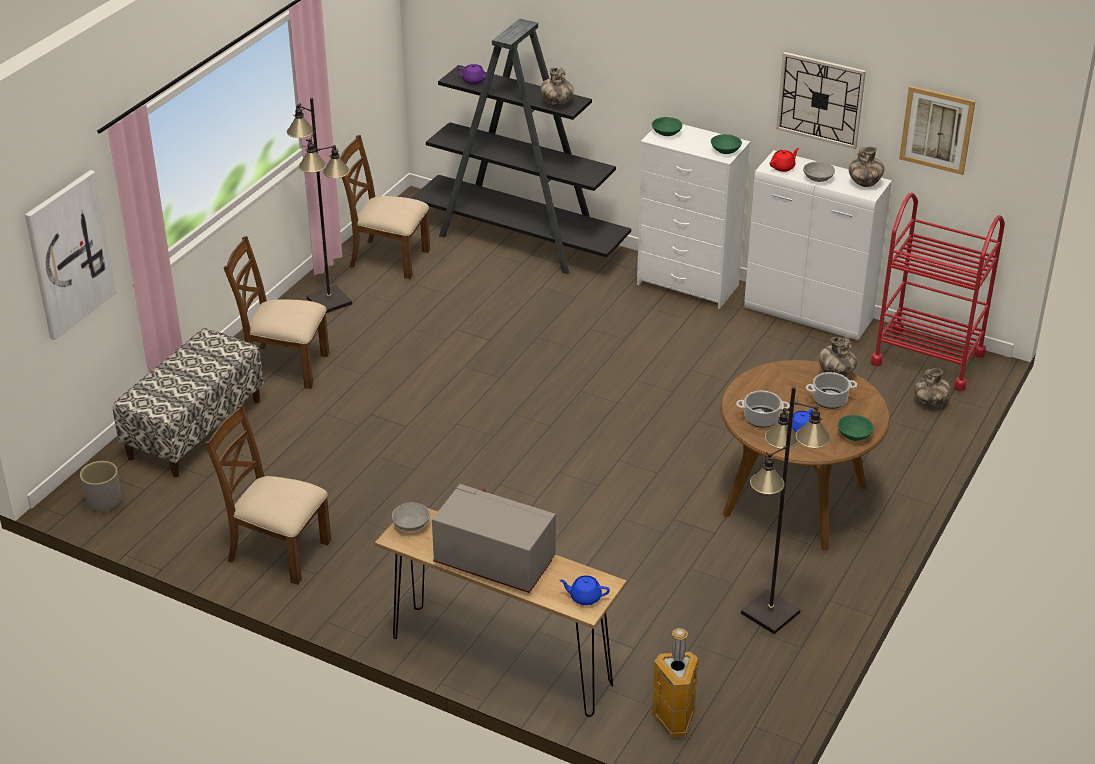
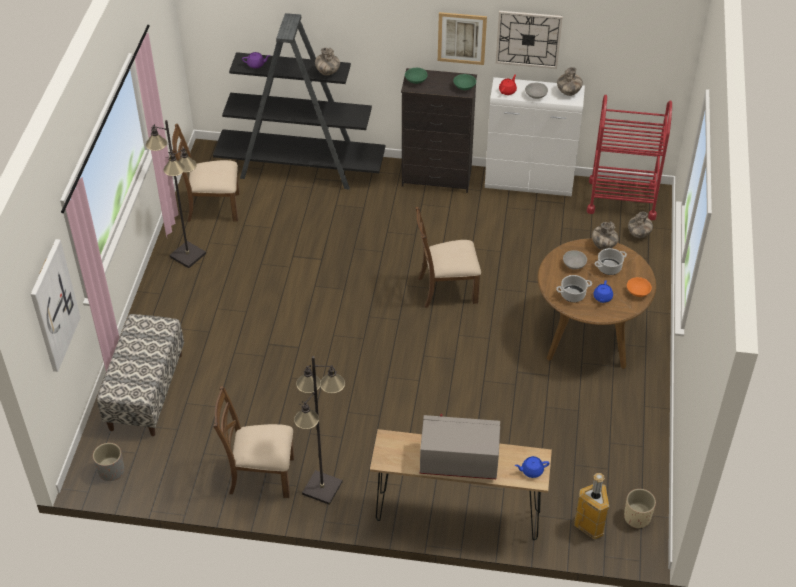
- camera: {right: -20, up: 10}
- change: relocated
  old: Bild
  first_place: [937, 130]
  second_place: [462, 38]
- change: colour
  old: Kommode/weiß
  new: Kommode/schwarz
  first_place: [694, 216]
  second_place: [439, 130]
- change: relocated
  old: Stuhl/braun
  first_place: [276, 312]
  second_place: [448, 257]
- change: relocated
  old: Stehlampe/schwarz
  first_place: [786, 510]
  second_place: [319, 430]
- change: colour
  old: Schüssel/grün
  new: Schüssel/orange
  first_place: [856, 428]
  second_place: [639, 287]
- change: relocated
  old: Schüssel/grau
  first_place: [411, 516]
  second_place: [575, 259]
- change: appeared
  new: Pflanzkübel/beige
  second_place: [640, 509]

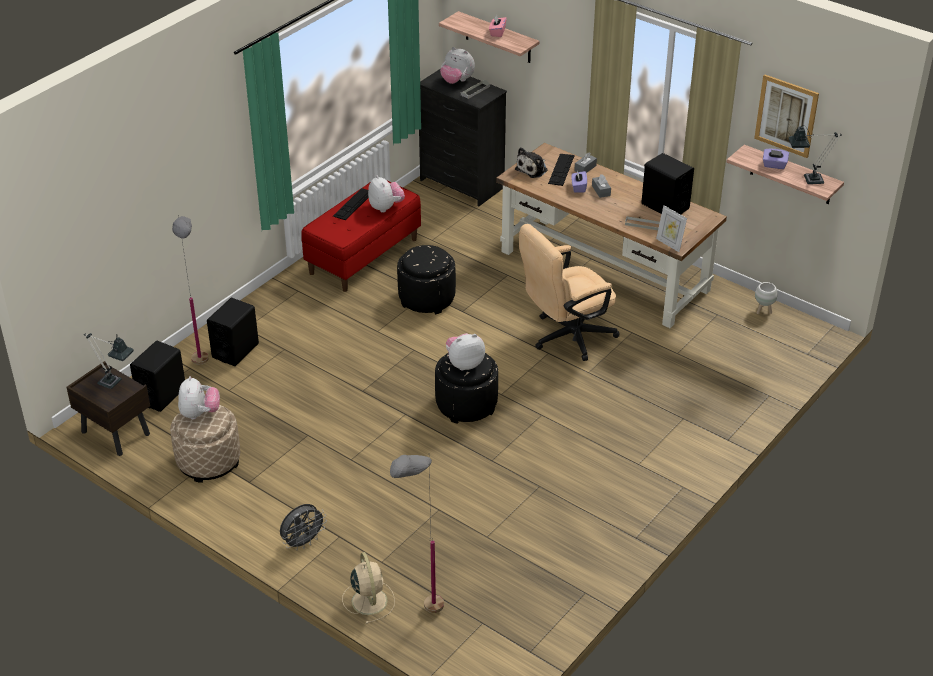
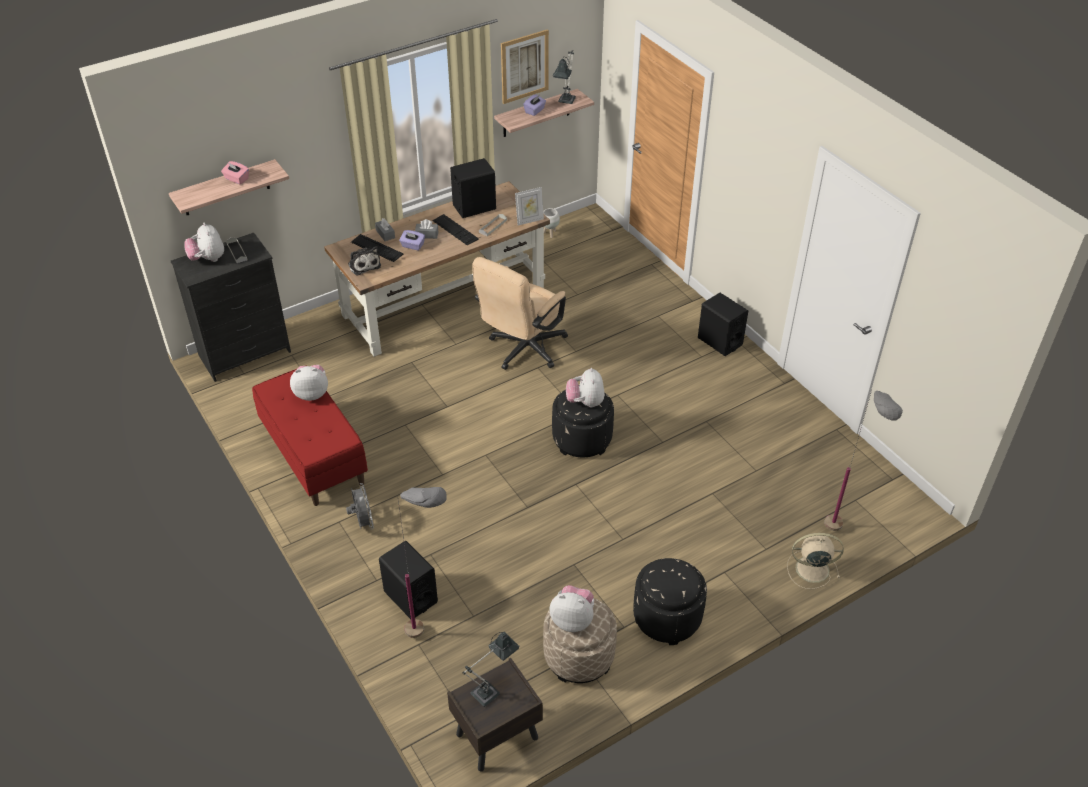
- camera: {right: -70, up: 5}
- change: spun
  old: Plüschtier
  first_place: [457, 65]
  second_place: [204, 242]
  degrees: 105
- change: relocated
  old: Tastatur
  first_place: [351, 204]
  second_place: [455, 229]
- change: spun
  old: Bürostuhl/beige
  first_place: [569, 292]
  second_place: [520, 313]
  degrees: 45
- change: relocated
  old: Polsterhocker/schwarz
  first_place: [426, 280]
  second_place: [670, 601]
- change: relocated
  old: Lautsprecher/schwarz
  first_place: [157, 376]
  second_place: [723, 324]
- change: relocated
  old: Ventilator/grau
  first_place: [303, 527]
  second_place: [360, 506]

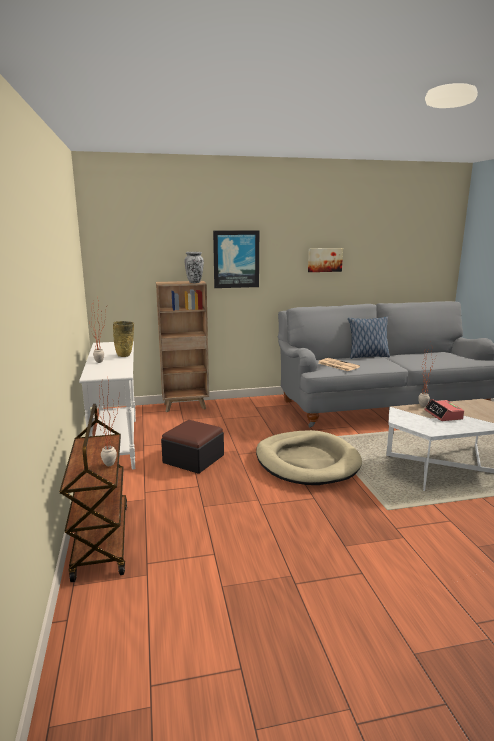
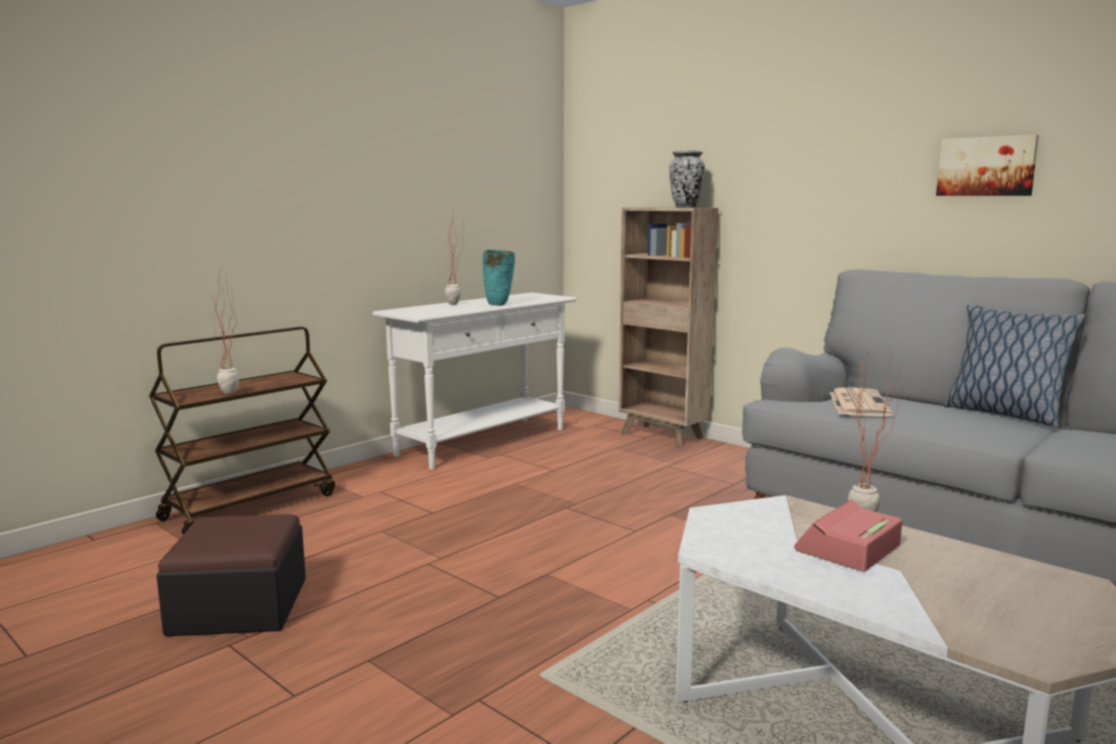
- camera: {right: 55, up: -5}
- change: missing
  old: Bild
  first_place: [236, 259]
- change: colour
  old: Vase/beige
  new: Vase/türkis
  first_place: [123, 339]
  second_place: [499, 278]
- change: relocated
  old: Polsterhocker
  first_place: [192, 447]
  second_place: [231, 575]
- change: missing
  old: Hundebett/beige
  first_place: [309, 457]

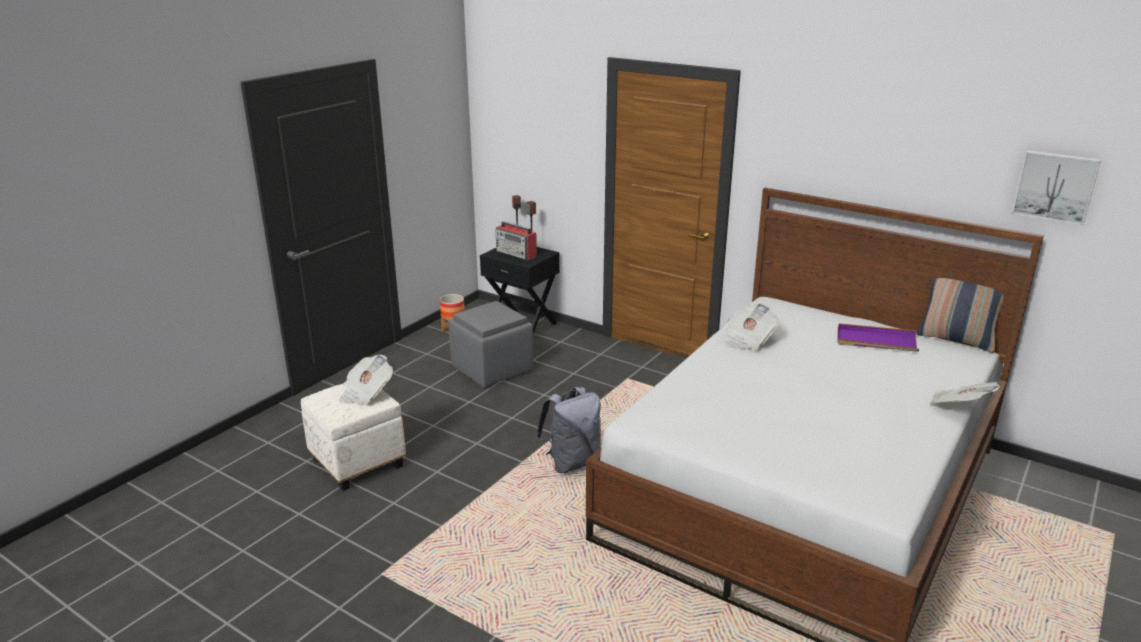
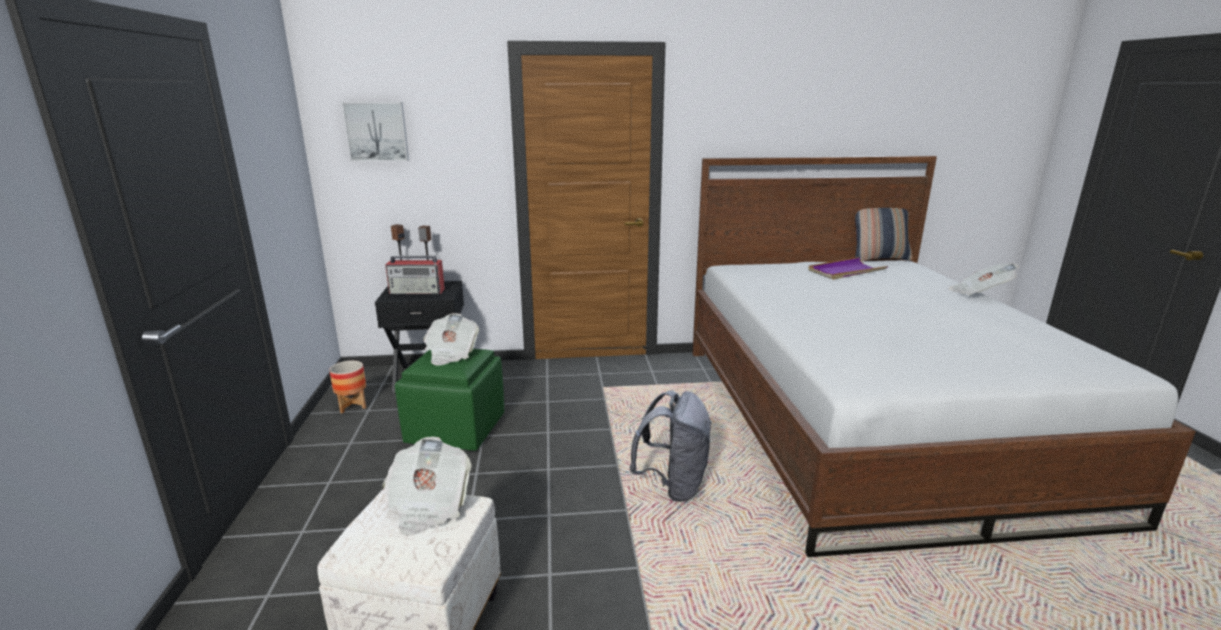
- camera: {right: -40, up: -5}
- change: relocated
  old: Bild
  first_place: [1056, 188]
  second_place: [375, 132]
- change: colour
  old: Polsterhocker/grau
  new: Polsterhocker/grün
  first_place: [490, 344]
  second_place: [449, 400]
- change: relocated
  old: Zeitung
  first_place: [752, 326]
  second_place: [451, 339]

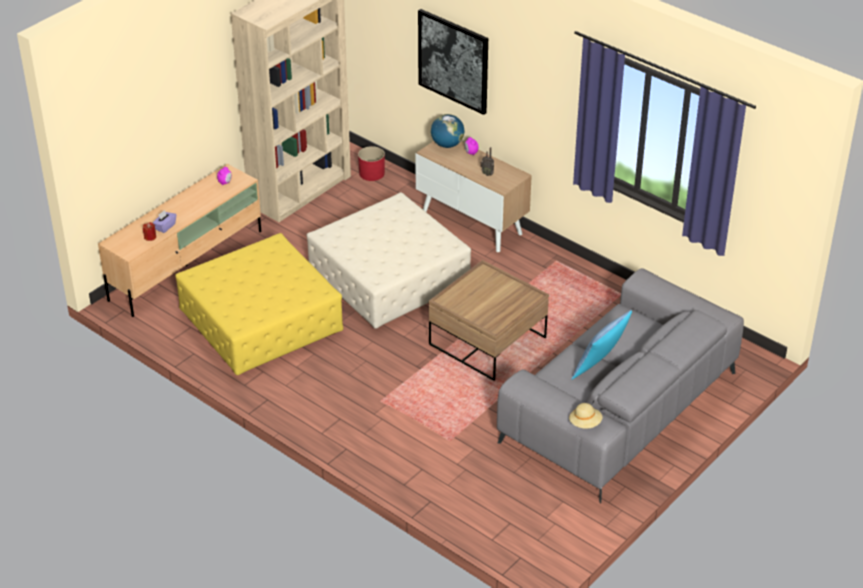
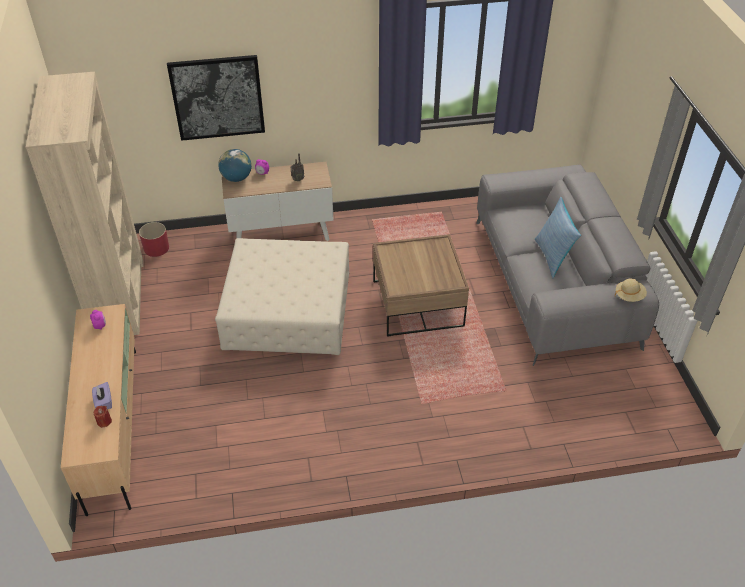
- camera: {right: -50, up: 5}
- change: missing
  old: Polsterhocker/gelb
  first_place: [259, 304]

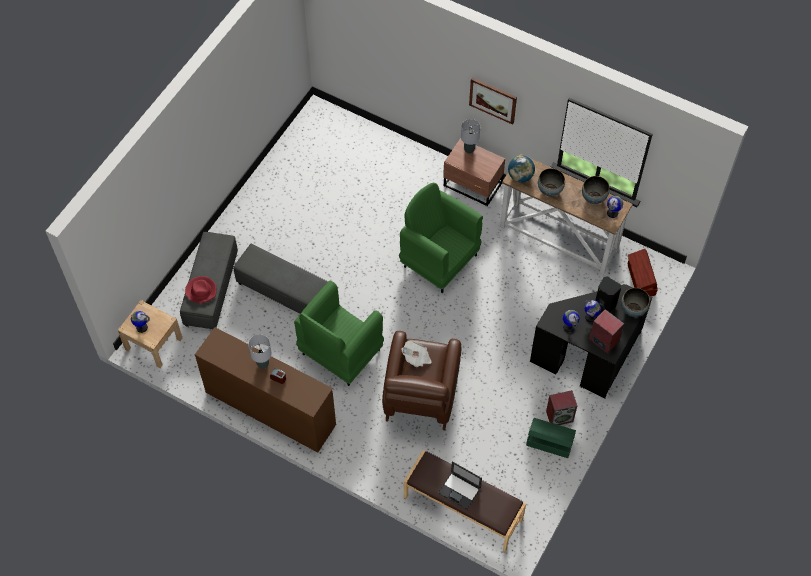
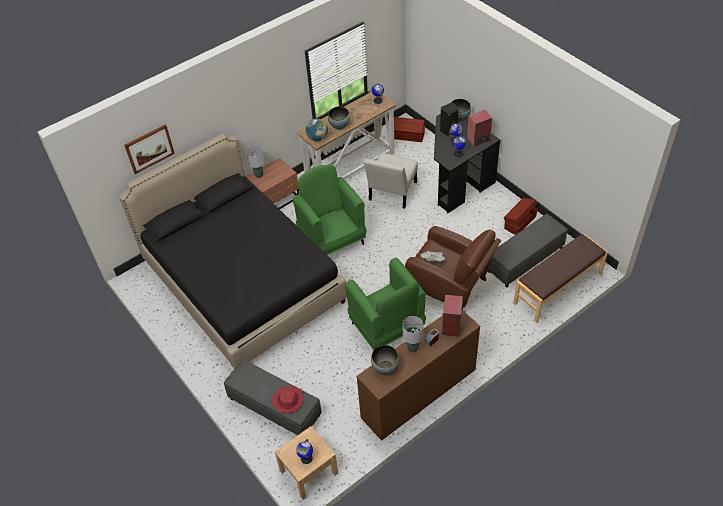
- camera: {right: -65, up: -10}
- change: relocated
  old: Bild
  first_place: [493, 101]
  second_place: [149, 149]
- change: relocated
  old: Schüssel
  first_place: [595, 190]
  second_place: [385, 360]
- change: spun
  old: Sessel/grün
  first_place: [441, 238]
  second_place: [329, 209]
  degrees: 90
- change: relocated
  old: Polsterhocker/grau
  first_place: [280, 278]
  second_place: [528, 250]
- change: relocated
  old: Lautsprecher
  first_place: [561, 407]
  second_place: [452, 316]
- change: colour
  old: Aufbewahrungsbox/grün
  new: Aufbewahrungsbox/braun
  first_place: [551, 438]
  second_place: [520, 216]
- change: missing
  old: Laptop
  first_place: [460, 485]
- change: appeared
  new: Bett/schwarz
  second_place: [233, 251]
- change: appeared
  new: Stuhl/weiß
  second_place: [391, 181]

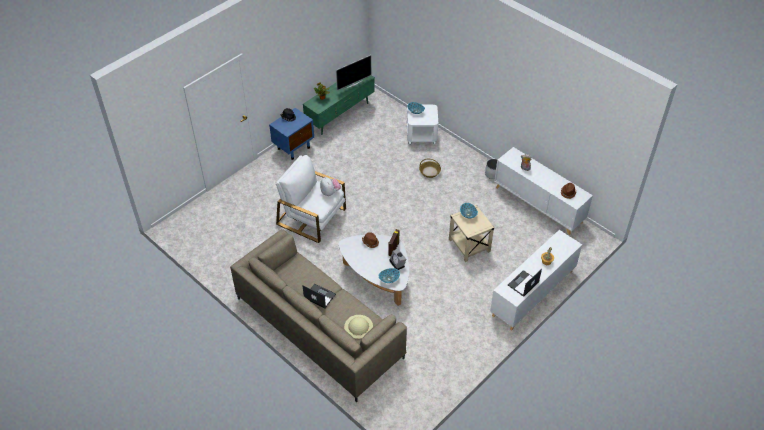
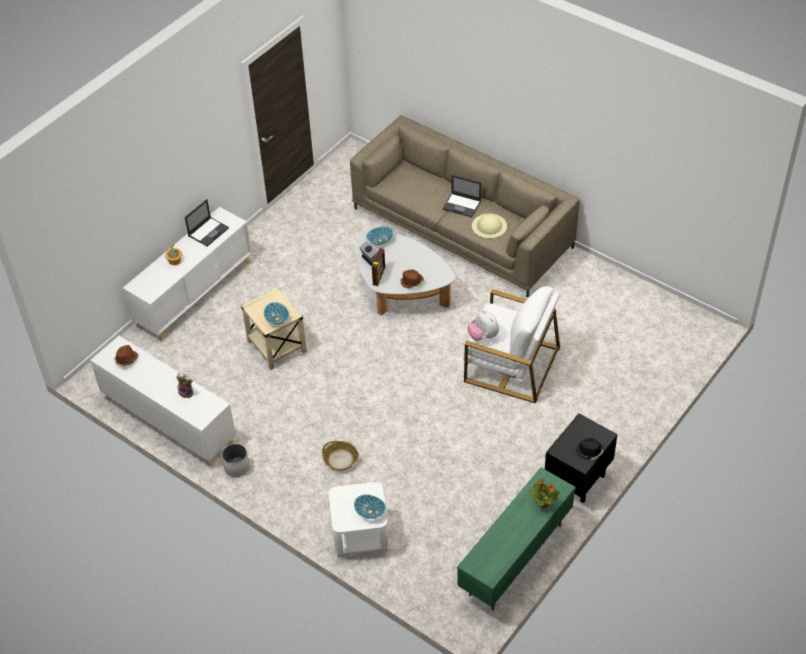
- camera: {right: 175, up: 0}
- change: missing
  old: Fernseher
  first_place: [354, 72]
- change: colour
  old: Nachttisch/blau
  new: Nachttisch/schwarz
  first_place: [291, 134]
  second_place: [581, 458]
- change: relocated
  old: Hut/beige
  first_place: [358, 327]
  second_place: [489, 226]

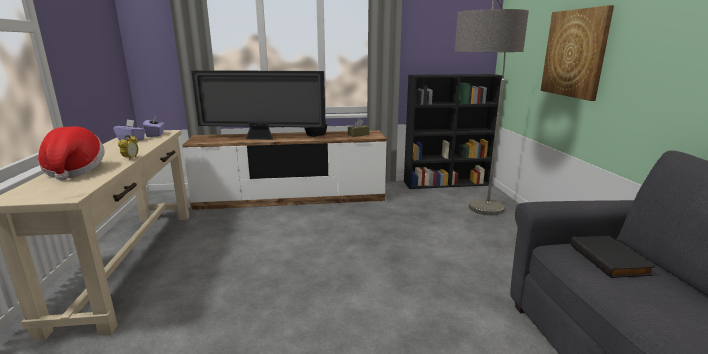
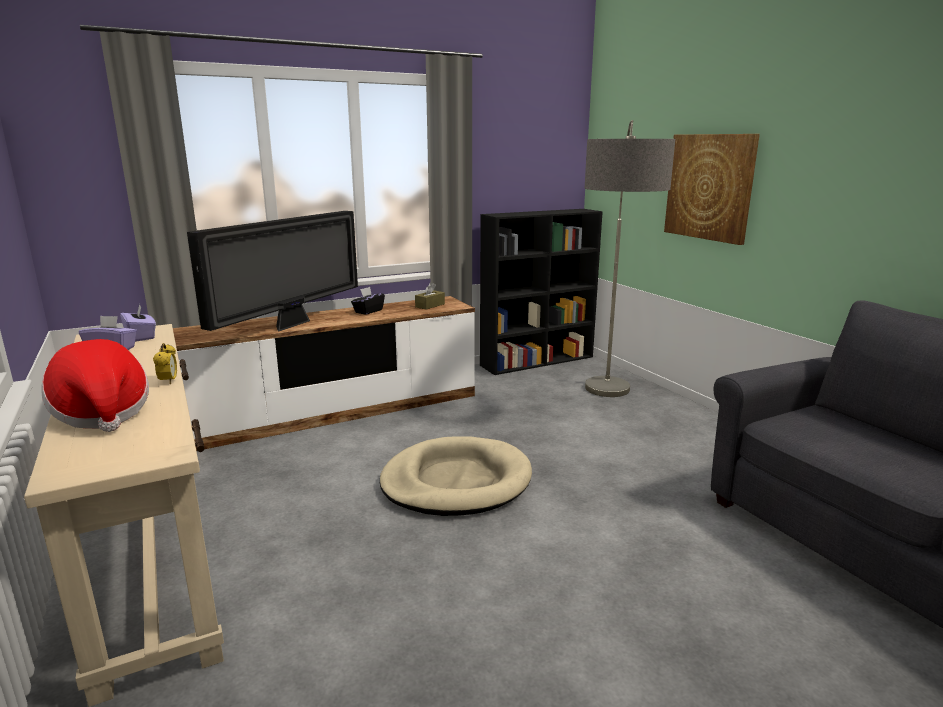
- camera: {right: -20, up: 0}
- change: spun
  old: Fernseher
  first_place: [258, 105]
  second_place: [272, 271]
  degrees: -45
- change: missing
  old: Buch/schwarz
  first_place: [612, 257]
- change: appeared
  new: Hundebett/beige
  second_place: [456, 476]

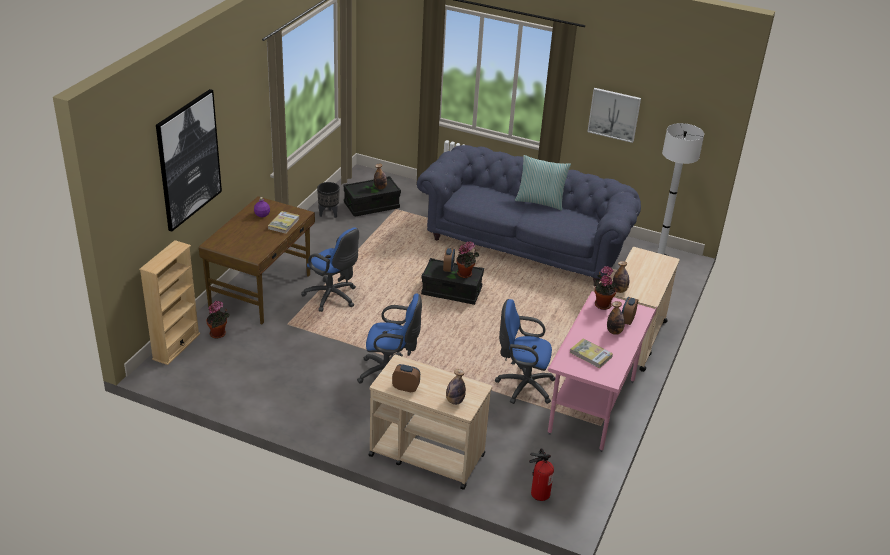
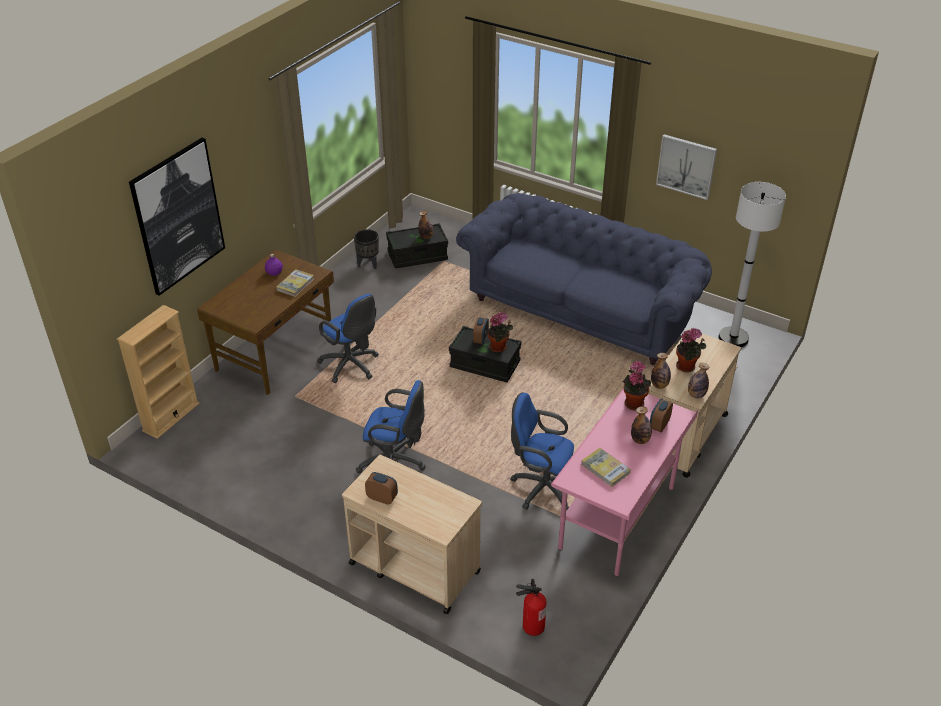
- camera: {right: 10, up: 5}
- change: missing
  old: Kissen
  first_place: [543, 183]
- change: relocated
  old: Topfpflanze
  first_place: [217, 319]
  second_place: [691, 350]
- change: relocated
  old: Flasche
  first_place: [456, 387]
  second_place: [698, 381]

